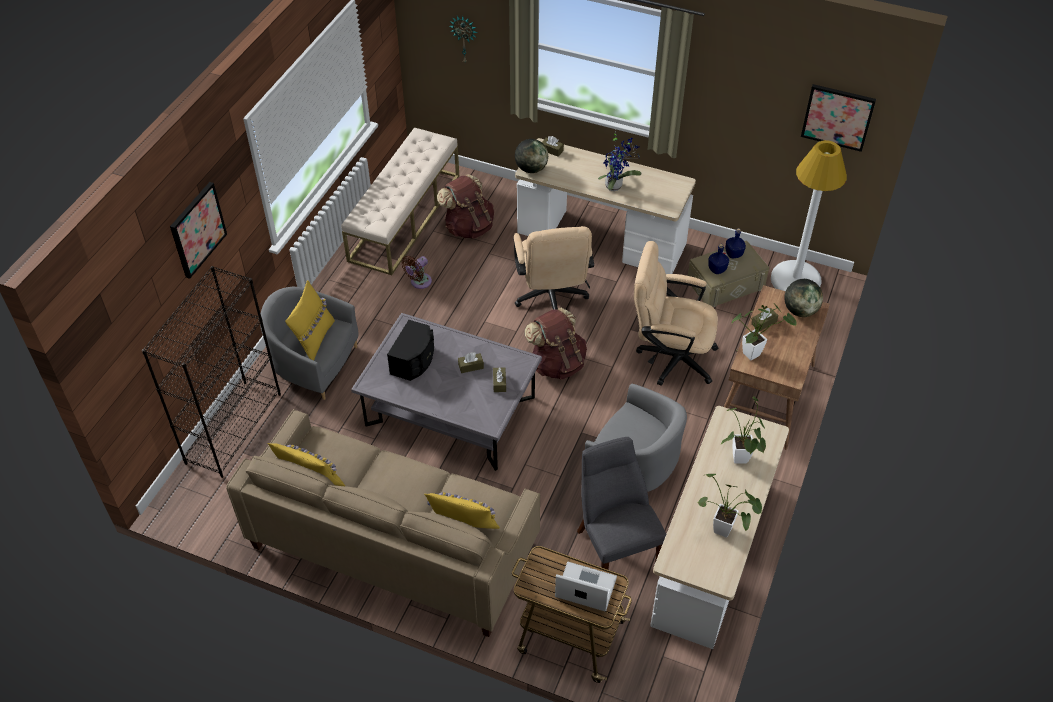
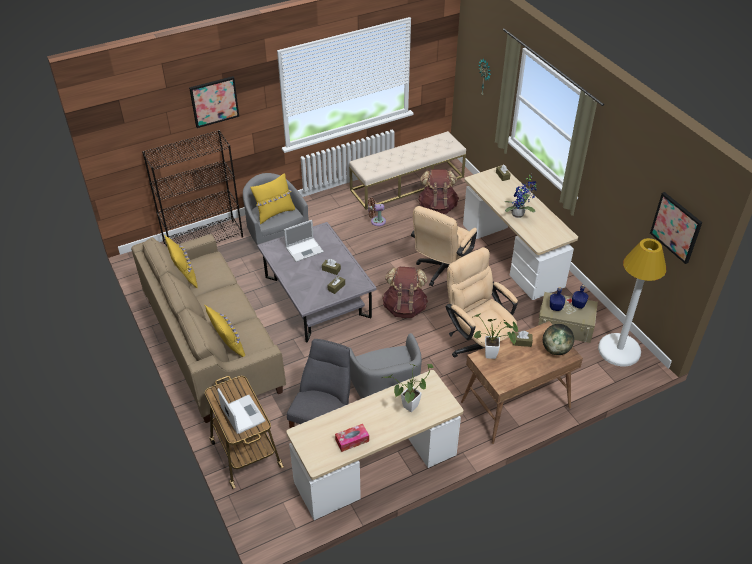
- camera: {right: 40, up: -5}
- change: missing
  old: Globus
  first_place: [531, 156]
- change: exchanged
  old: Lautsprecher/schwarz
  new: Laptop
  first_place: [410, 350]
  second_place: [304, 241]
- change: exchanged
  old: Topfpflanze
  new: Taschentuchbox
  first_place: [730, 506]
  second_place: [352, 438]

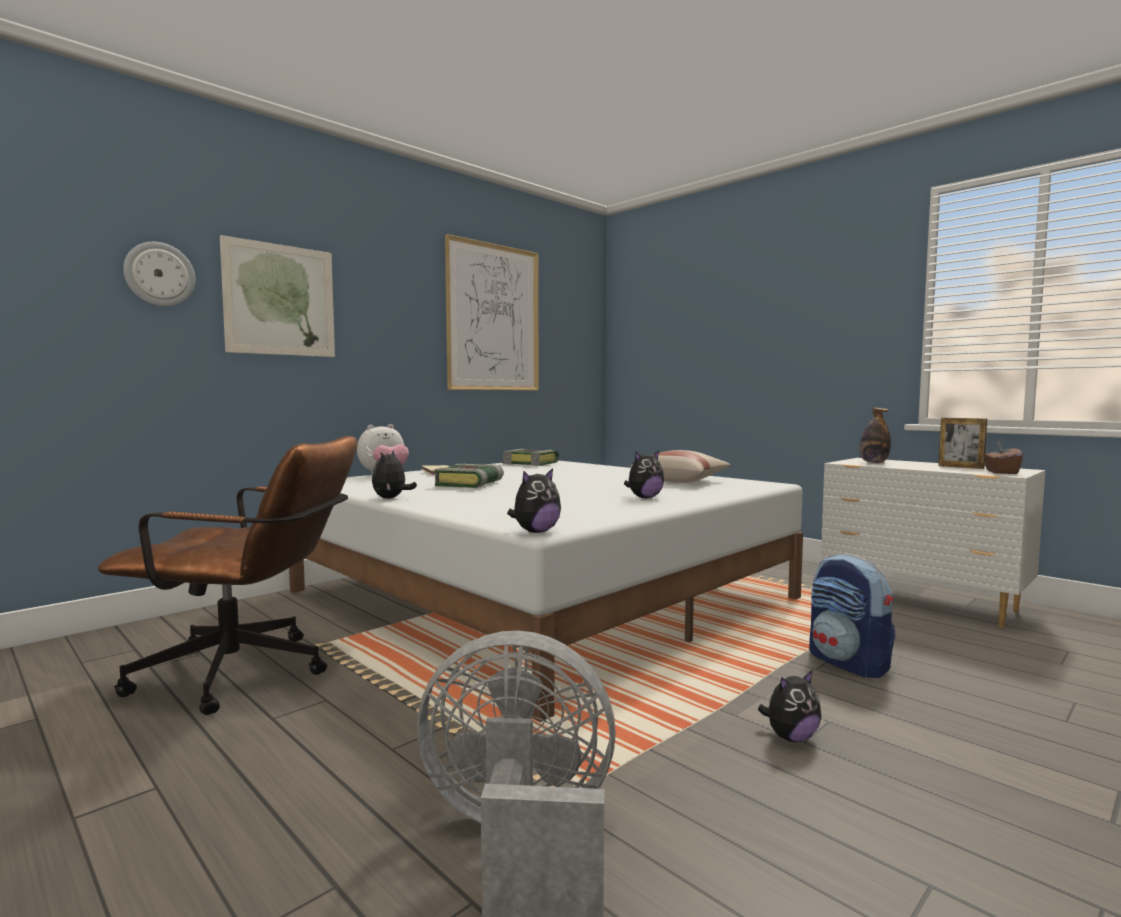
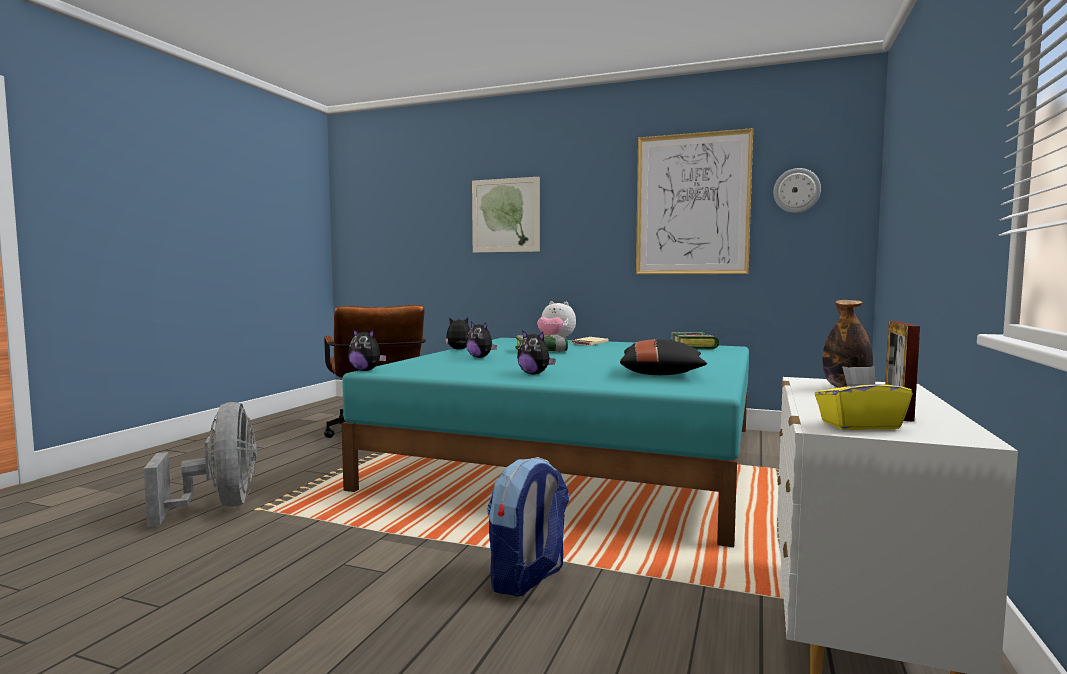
- camera: {right: 65, up: 0}
- change: relocated
  old: Wanduhr
  first_place: [159, 274]
  second_place: [797, 190]
- change: colour
  old: Taschentuchbox/braun
  new: Taschentuchbox/gelb
  first_place: [1003, 457]
  second_place: [864, 398]
- change: colour
  old: Kissen/beige
  new: Kissen/schwarz
  first_place: [681, 466]
  second_place: [663, 357]
- change: colour
  old: Bett/weiß
  new: Bett/türkis
  first_place: [546, 591]
  second_place: [545, 442]
- change: relocated
  old: Plüschtier
  first_place: [789, 706]
  second_place: [481, 340]

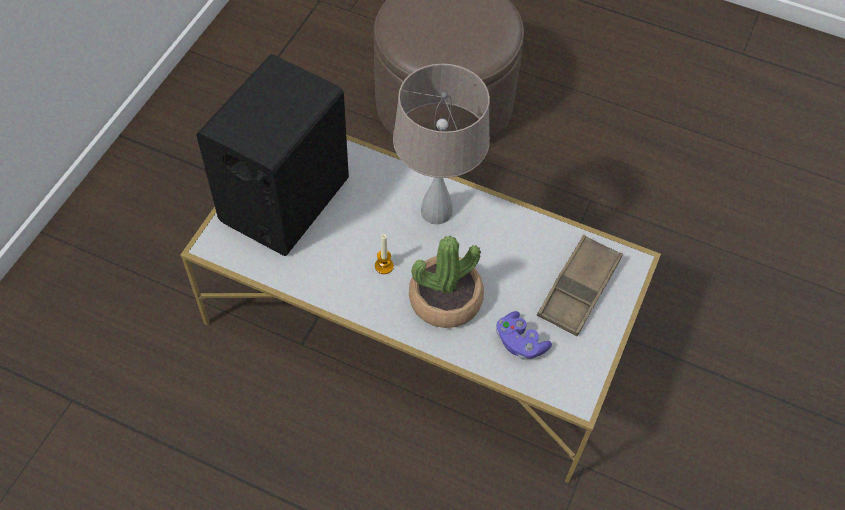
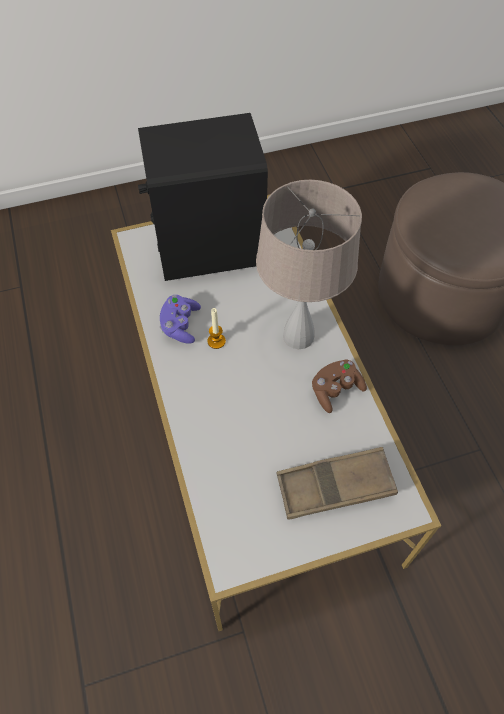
- camera: {right: 50, up: 0}
- change: missing
  old: Topfpflanze
  first_place: [446, 282]
- change: relocated
  old: Gamepad/lila
  first_place: [524, 335]
  second_place: [180, 319]
- change: appeared
  new: Gamepad/braun
  second_place: [339, 386]

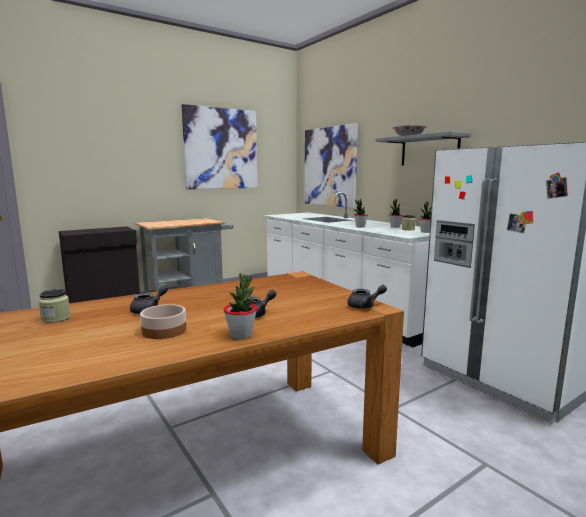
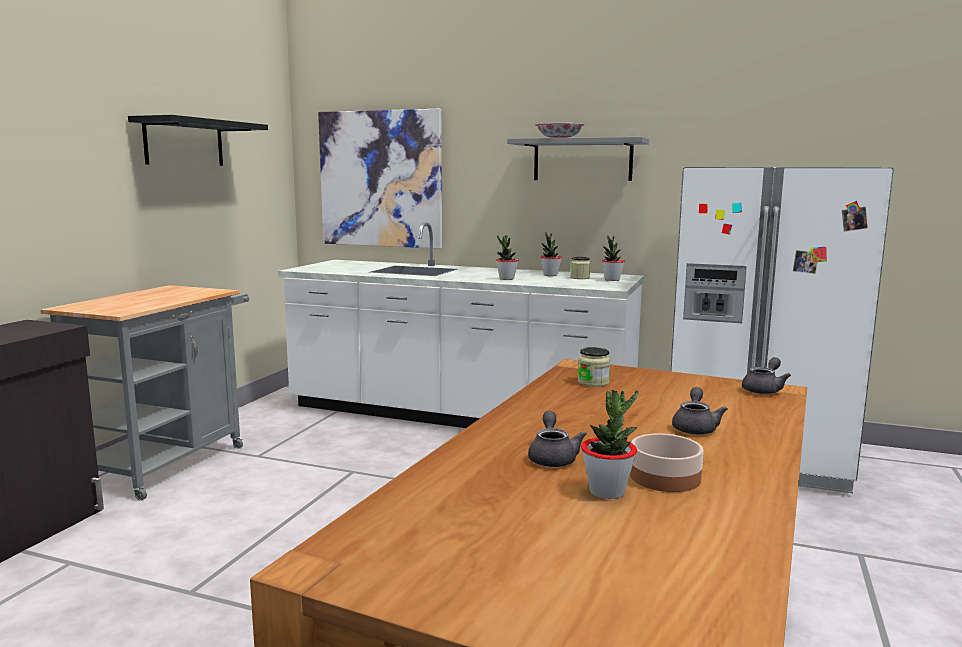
- camera: {right: -35, up: 0}
- change: exchanged
  old: Bild
  new: Wandregal/schwarz
  first_place: [219, 146]
  second_place: [198, 140]
- change: relocated
  old: Topfpflanze
  first_place: [240, 306]
  second_place: [609, 444]
- change: relocated
  old: Vorratsglas
  first_place: [55, 306]
  second_place: [594, 367]

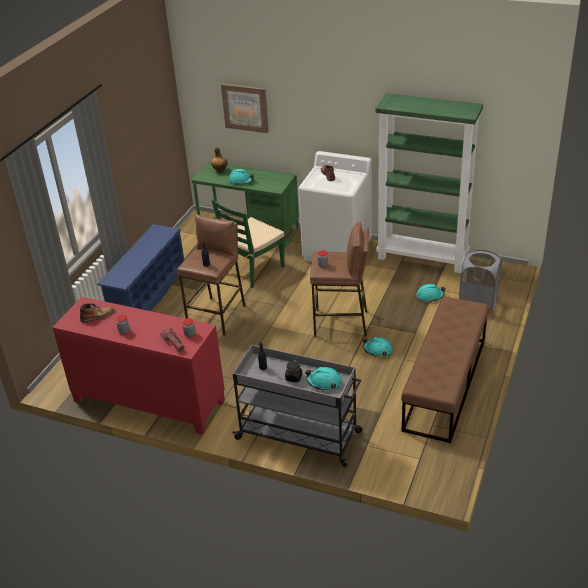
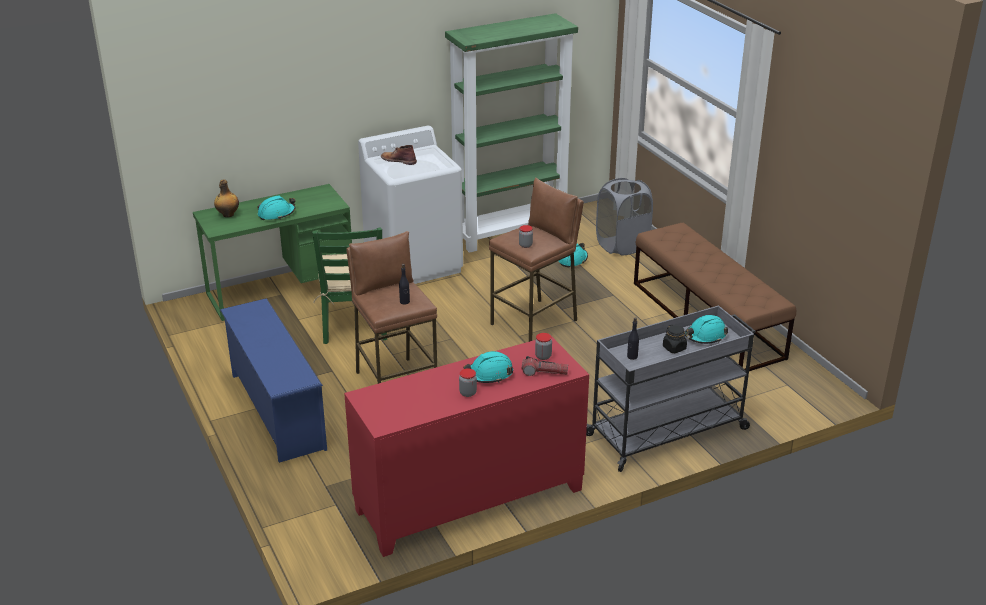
- camera: {right: -50, up: -5}
- change: missing
  old: Bild
  first_place: [245, 108]
- change: missing
  old: Stiefel/braun
  first_place: [97, 313]
- change: relocated
  old: Schutzhelm/türkis
  first_place: [378, 347]
  second_place: [488, 367]

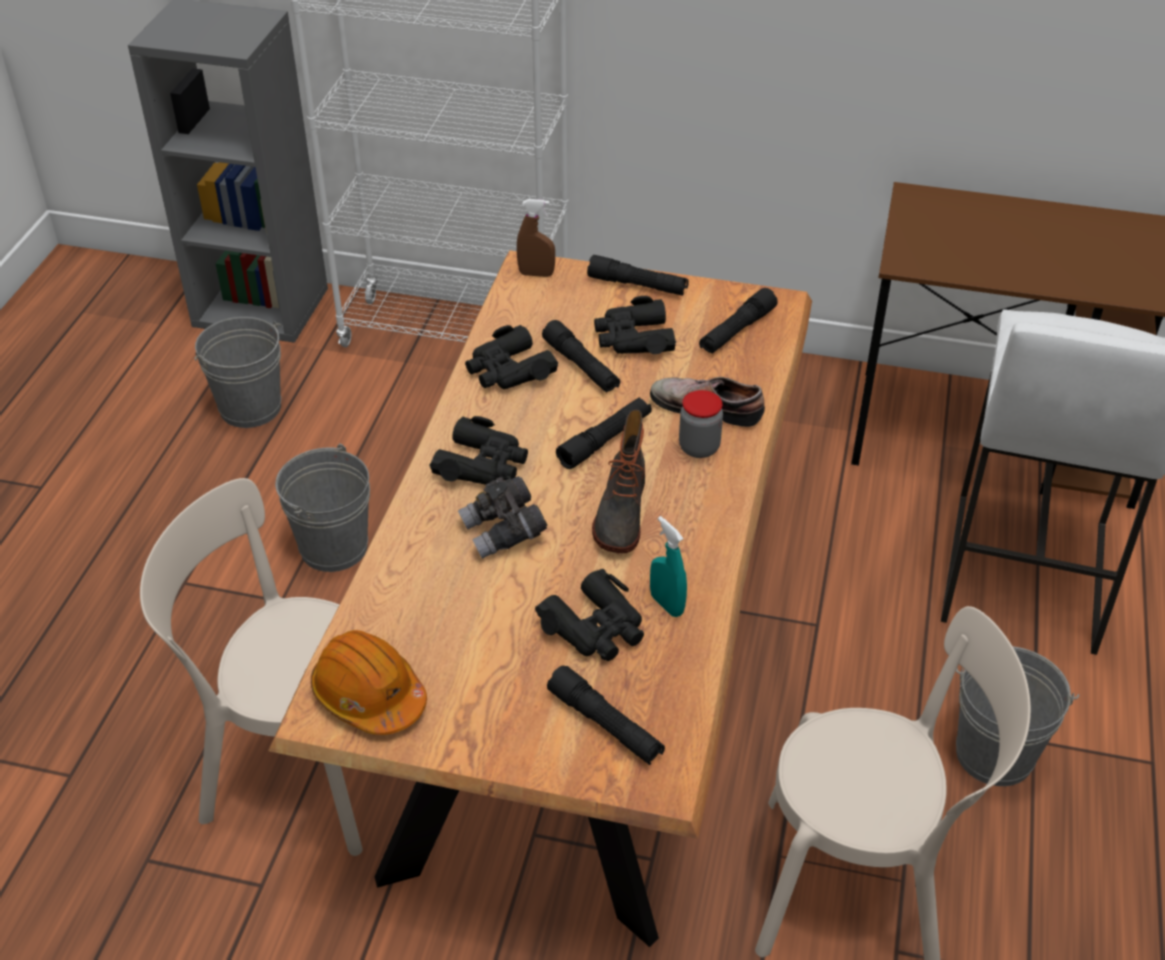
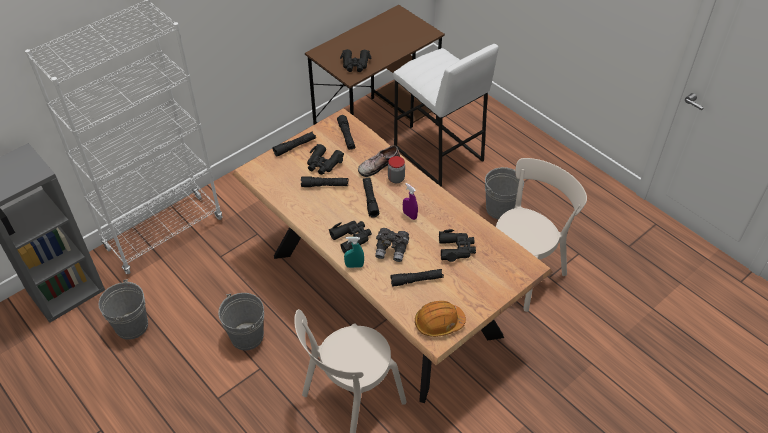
- camera: {right: -55, up: 5}
- change: missing
  old: Sprühflasche/braun
  first_place: [536, 238]
- change: relocated
  old: Fernglas/schwarz
  first_place: [511, 357]
  second_place: [355, 60]
- change: exchanged
  old: Stiefel
  new: Sprühflasche/lila
  first_place: [618, 481]
  second_place: [410, 201]
- change: relocated
  old: Sprühflasche/türkis
  first_place: [668, 566]
  second_place: [354, 252]
- change: relocated
  old: Taschenlampe/schwarz
  first_place: [606, 715]
  second_place: [417, 278]

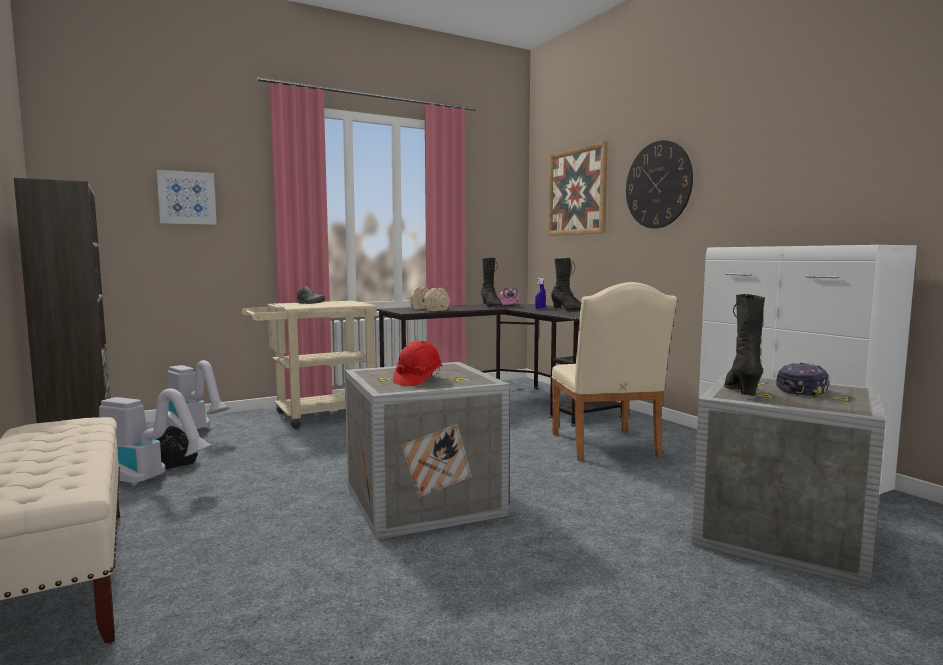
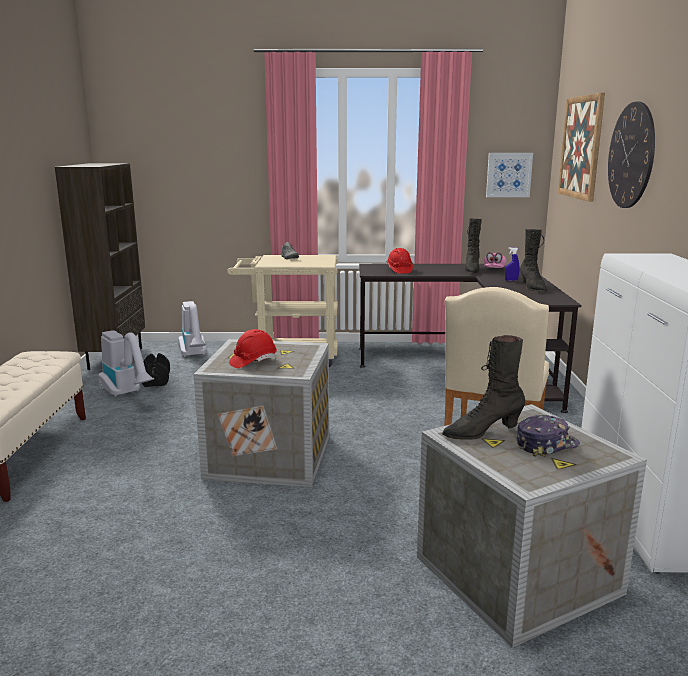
- camera: {right: 30, up: 10}
- change: relocated
  old: Bild
  first_place: [187, 197]
  second_place: [509, 175]
- change: exchanged
  old: Hantel/beige
  new: Schutzhelm/rot
  first_place: [429, 299]
  second_place: [400, 261]
- change: spun
  old: Stiefel/schwarz
  first_place: [744, 344]
  second_place: [483, 387]
  degrees: -150

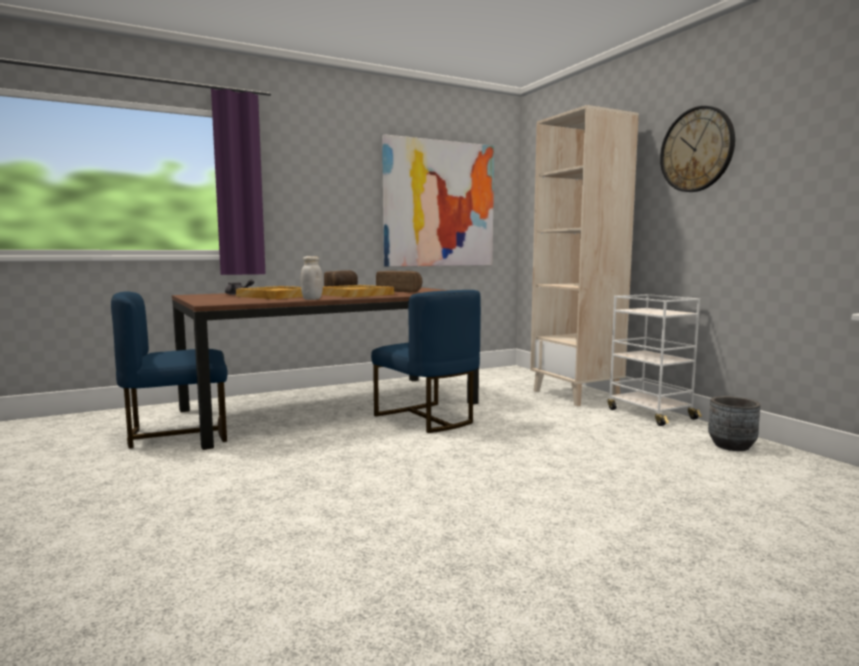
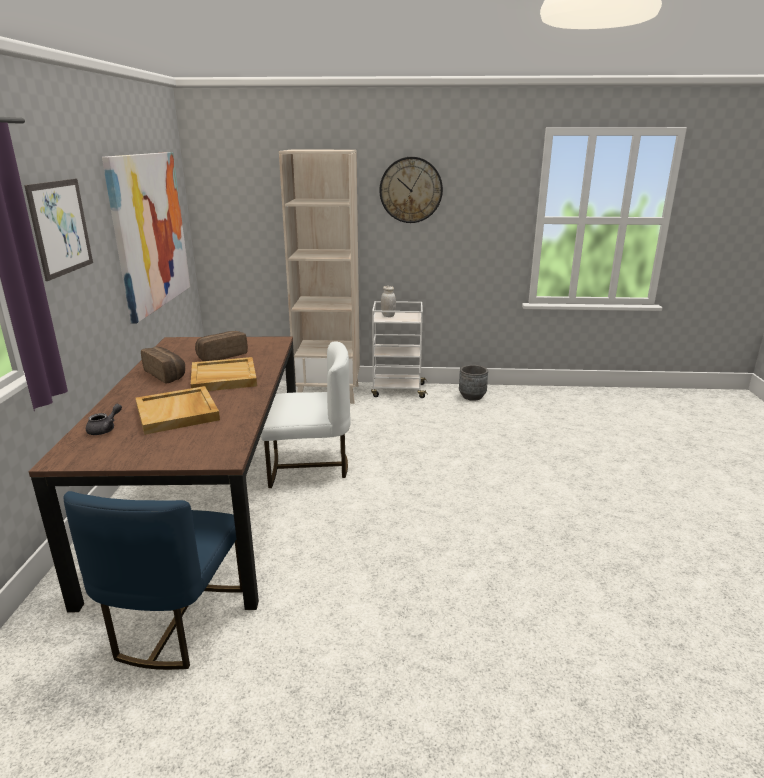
- camera: {right: -60, up: 15}
- change: relocated
  old: Vorratsglas/weiß
  first_place: [312, 278]
  second_place: [388, 301]
- change: colour
  old: Stuhl/blau
  new: Stuhl/weiß
  first_place: [426, 361]
  second_place: [306, 414]
- change: appeared
  new: Bild
  second_place: [58, 230]

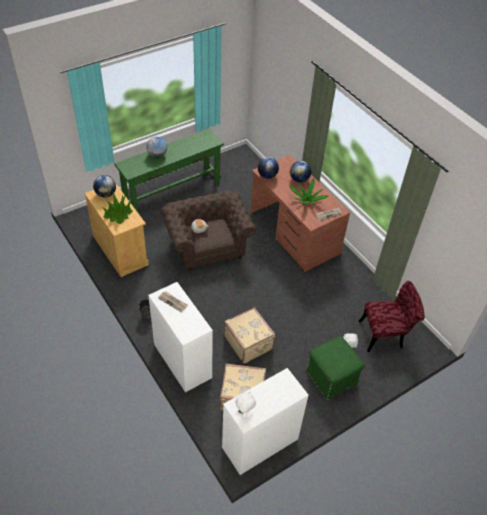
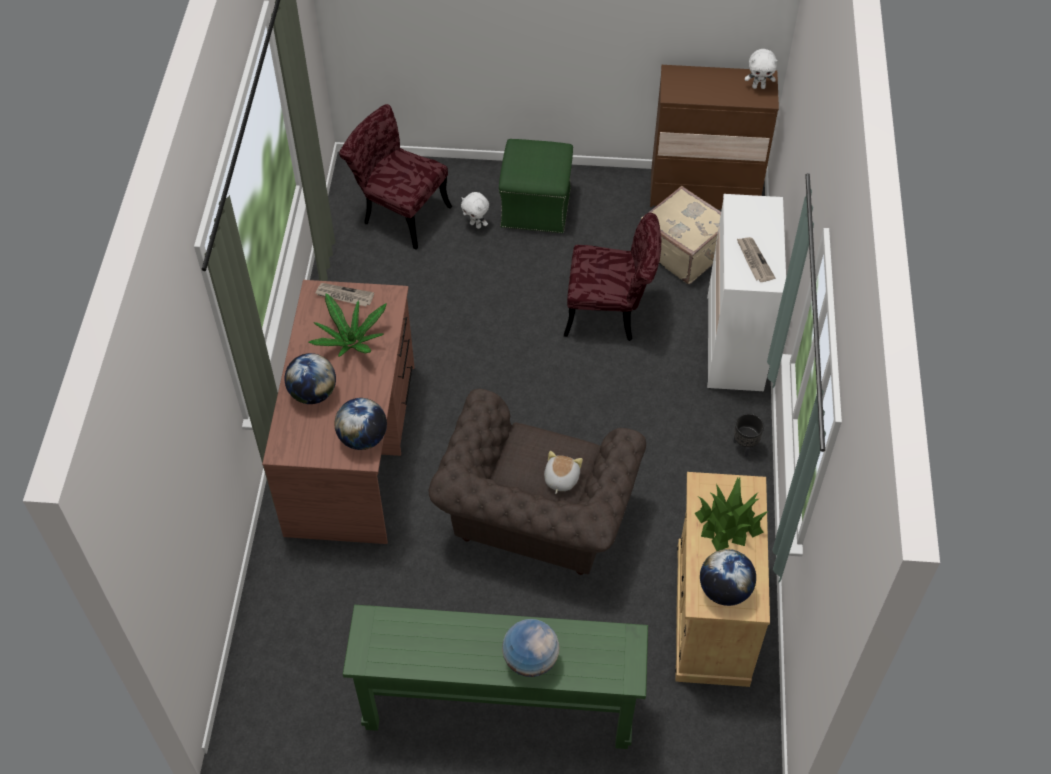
- camera: {right: -140, up: 5}
- change: exchanged
  old: Koffer/beige
  new: Stuhl/rot
  first_place: [250, 335]
  second_place: [612, 277]
- change: colour
  old: Kommode/weiß
  new: Kommode/braun
  first_place: [265, 421]
  second_place: [714, 137]

